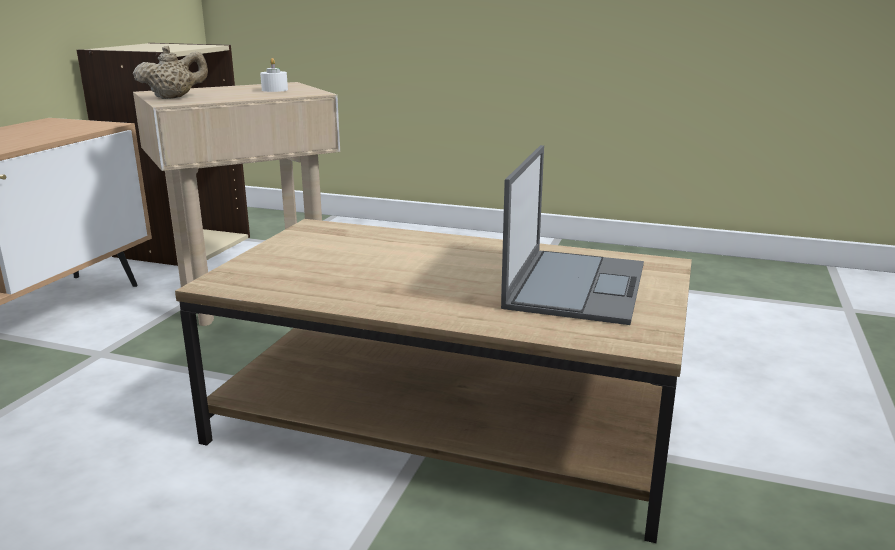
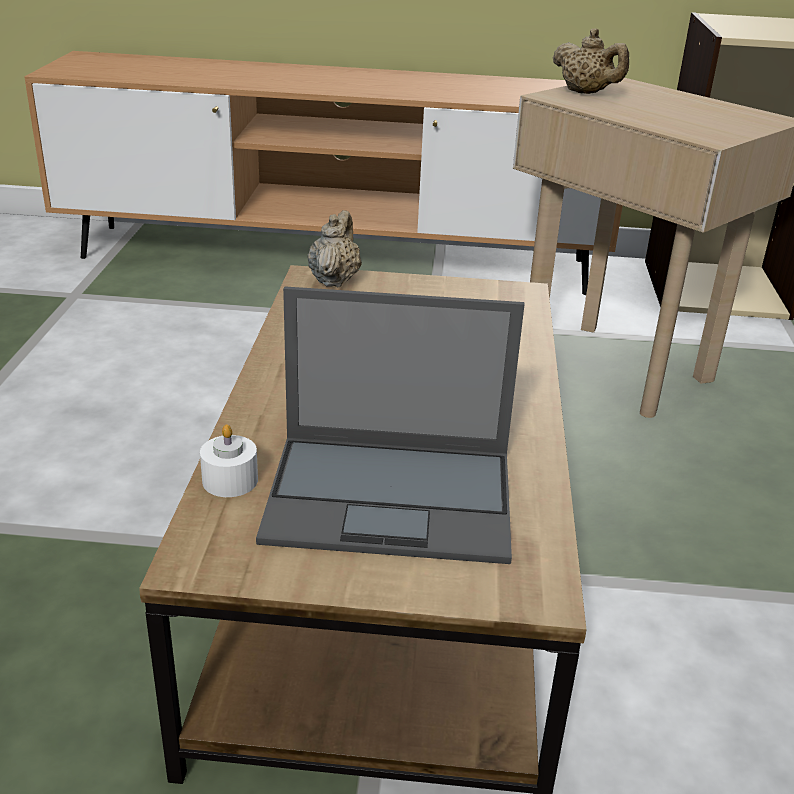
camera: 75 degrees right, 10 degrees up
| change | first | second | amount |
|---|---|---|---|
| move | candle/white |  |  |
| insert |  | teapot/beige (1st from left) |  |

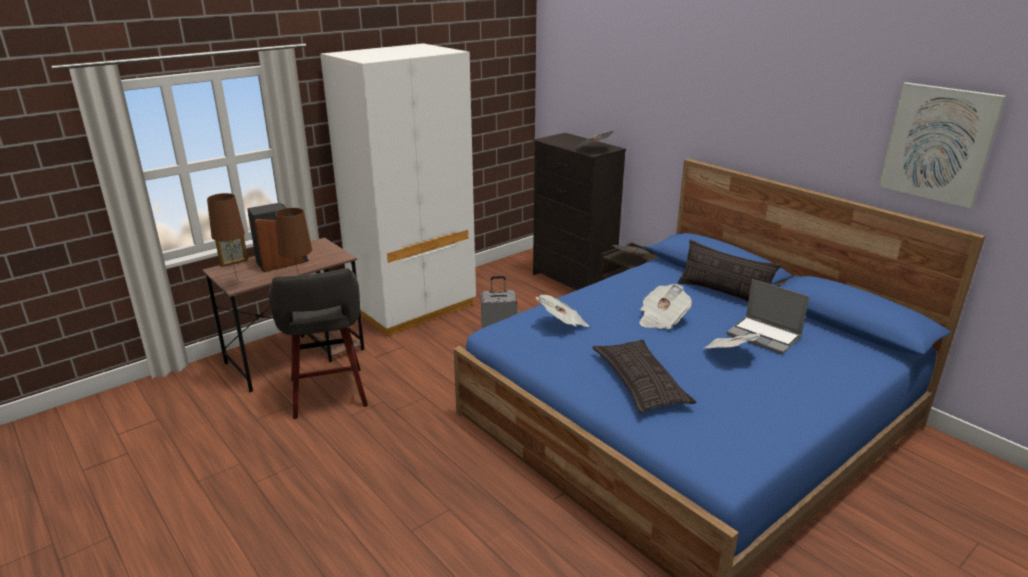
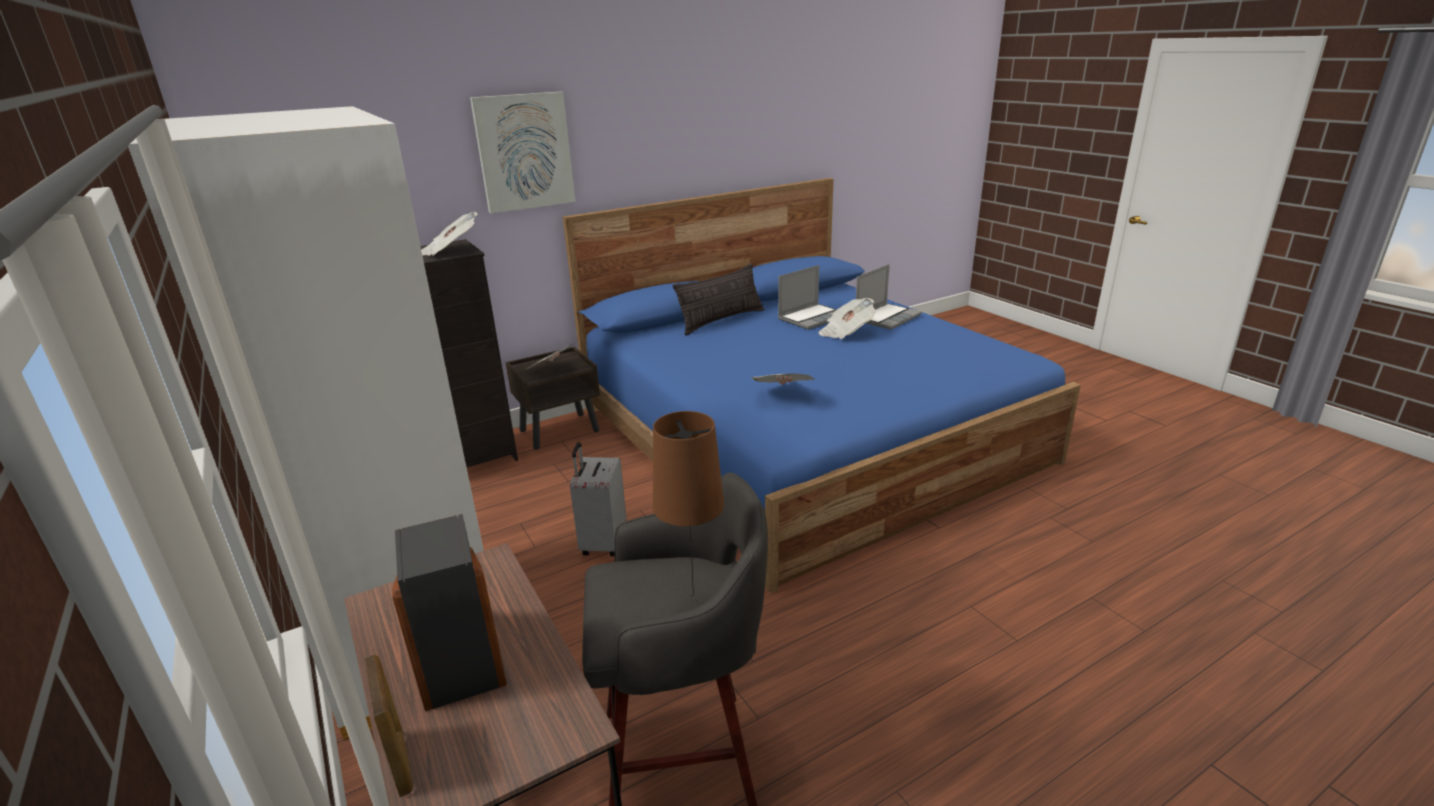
camera: 80 degrees left, 0 degrees up
| change | first | second | amount |
|---|---|---|---|
| move | picture |  |  |
| delete | table lamp/brown (1st from left) |  |  |
| delete | newspaper (4th from left) |  |  |
| delete | pillow (1st from left) |  |  |
| insert |  | laptop (2nd from left) |  |

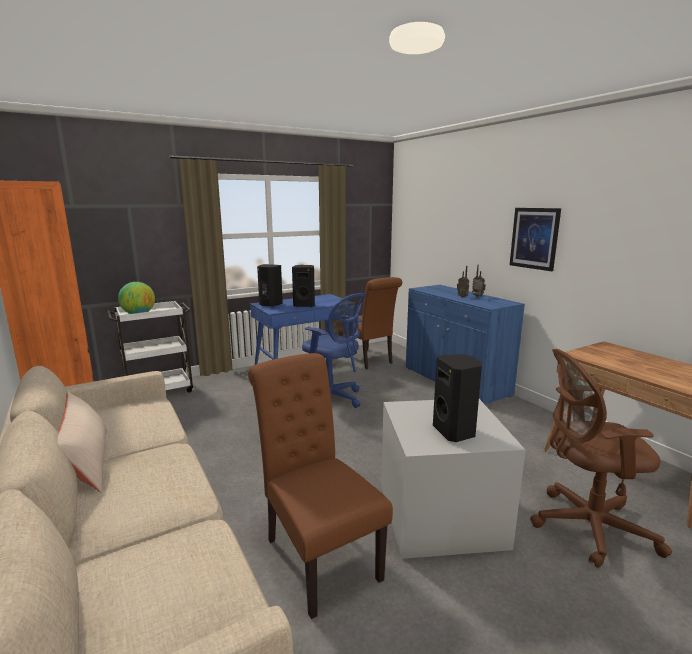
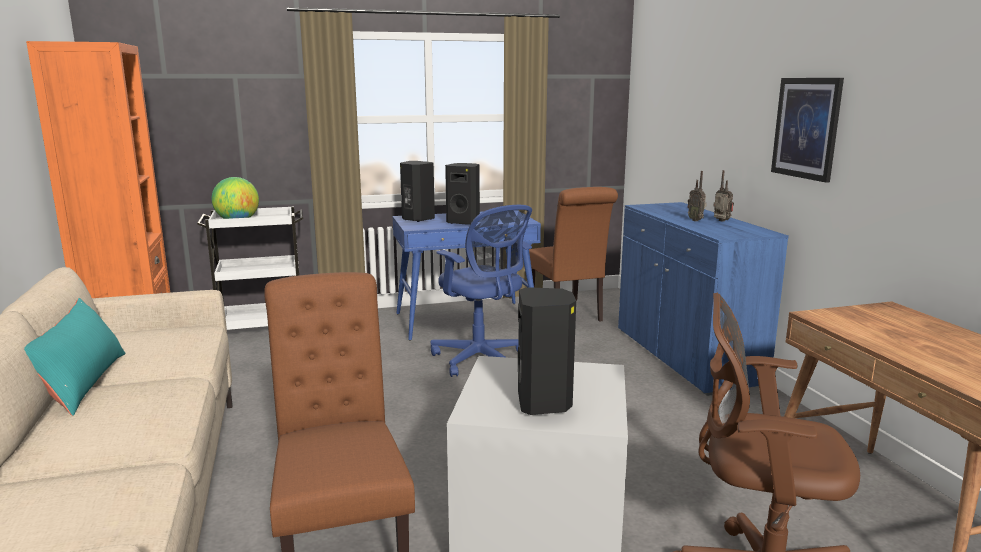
camera: 15 degrees right, 0 degrees up
| change | first | second | amount |
|---|---|---|---|
| recolor | pillow/beige | pillow/turquoise |  |

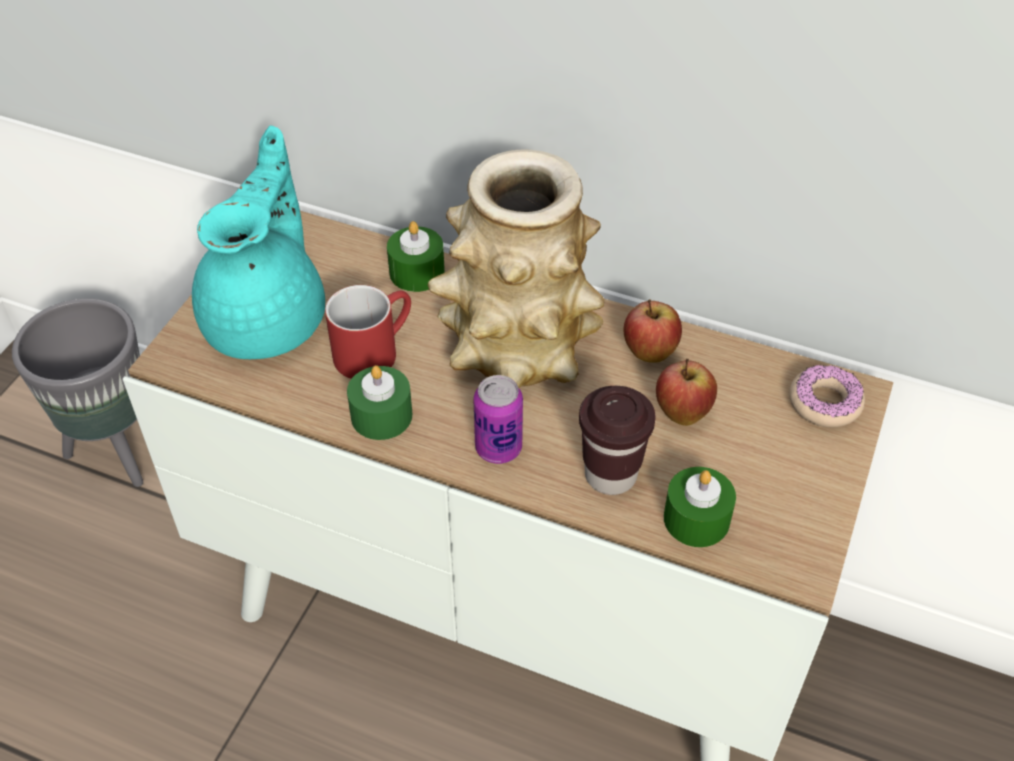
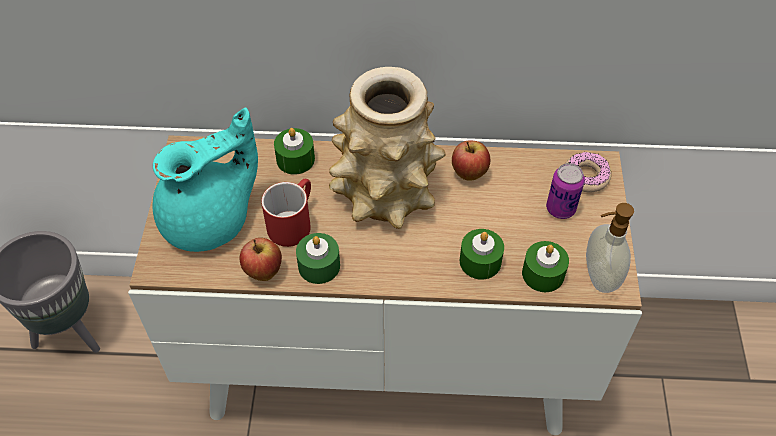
camera: 20 degrees left, 5 degrees up
| change | first | second | amount |
|---|---|---|---|
| rotate | teapot/turquoise |  | 60 degrees clockwise |
| move | apple (2nd from left in the first image) | apple (1st from left) |  |
| move | can |  |  |
| replace | cup/brown | candle/green (3rd from left) |  |
| insert |  | soap dispenser |  |

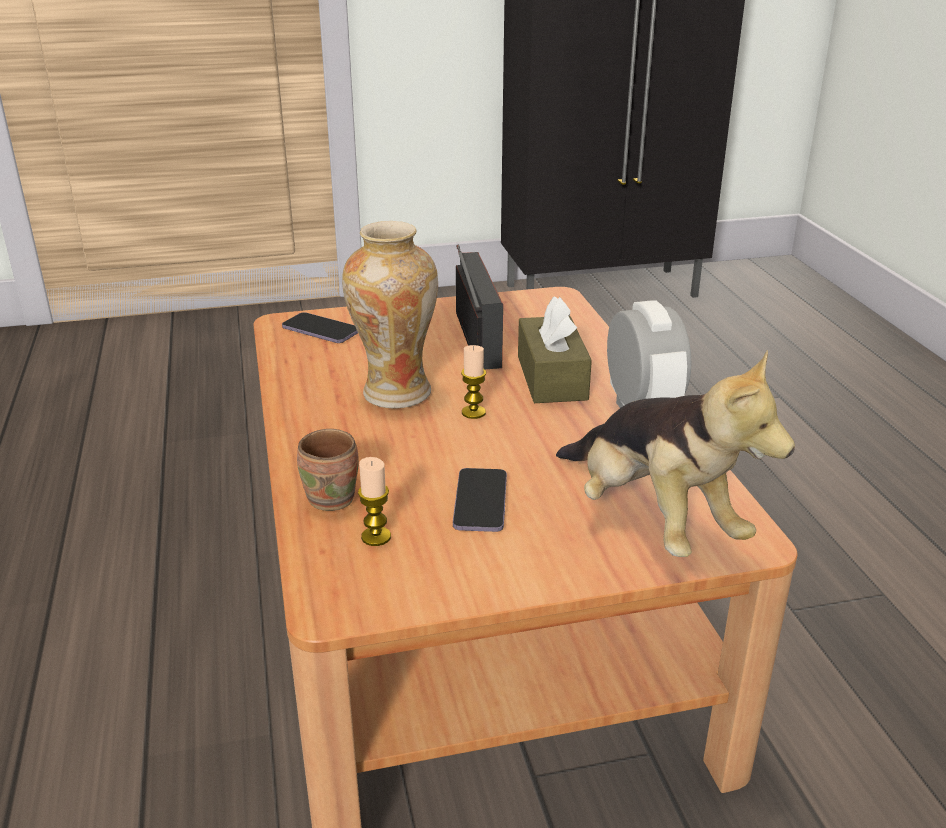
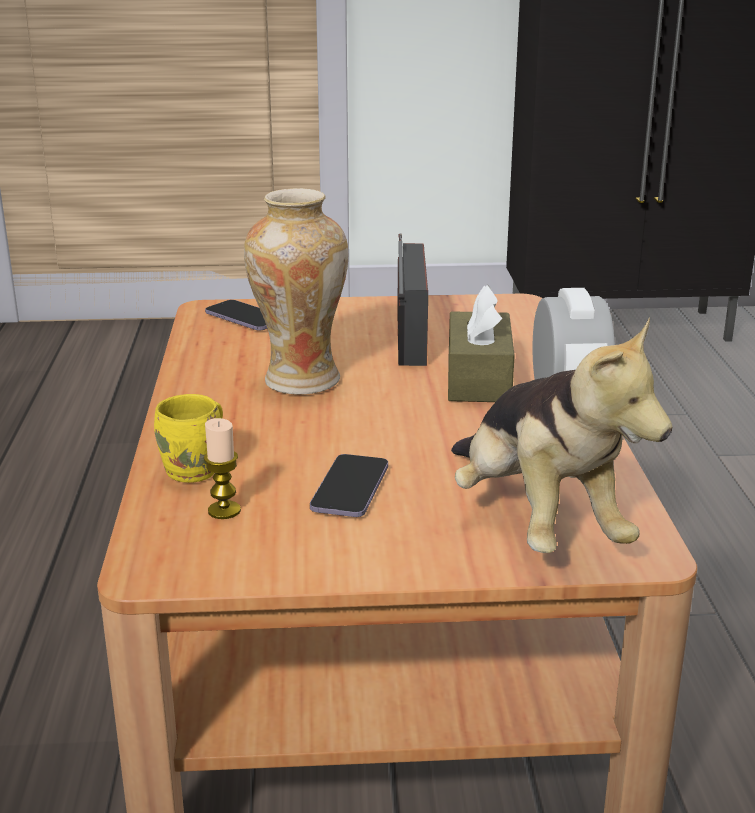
camera: 10 degrees right, 5 degrees down
| change | first | second | amount |
|---|---|---|---|
| delete | candle (2nd from left) |  |  |
| recolor | mug/brown | mug/yellow |  |

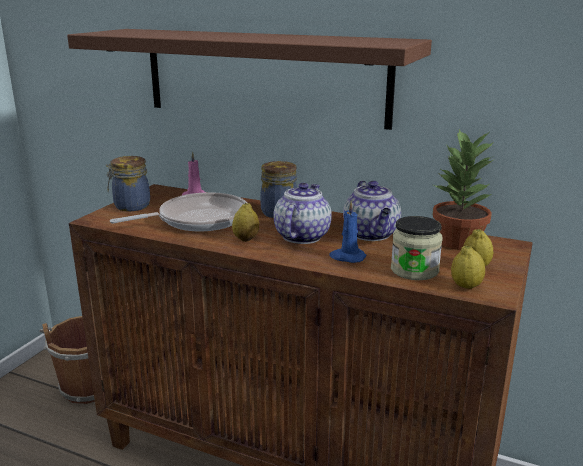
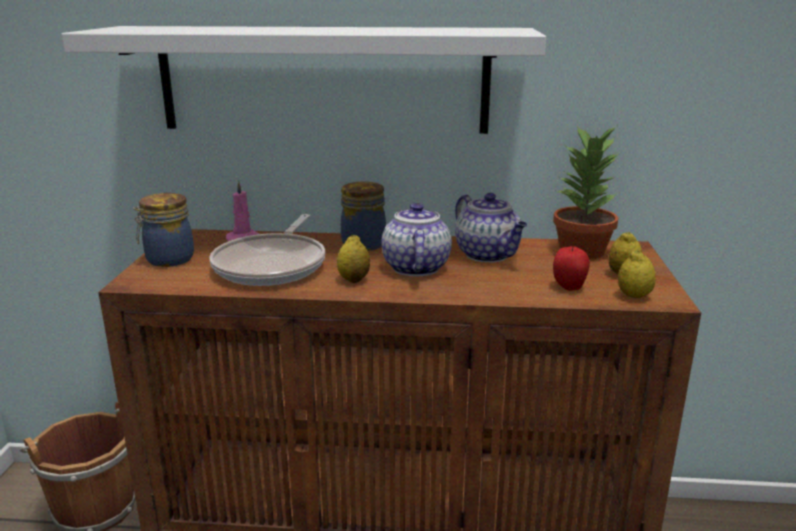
camera: 20 degrees left, 0 degrees up
| change | first | second | amount |
|---|---|---|---|
| recolor | shelf/brown | shelf/white |  |
| rotate | frying pan |  | 150 degrees clockwise |
| delete | candle/blue |  |  |
| replace | jar (3rd from left) | apple |  |

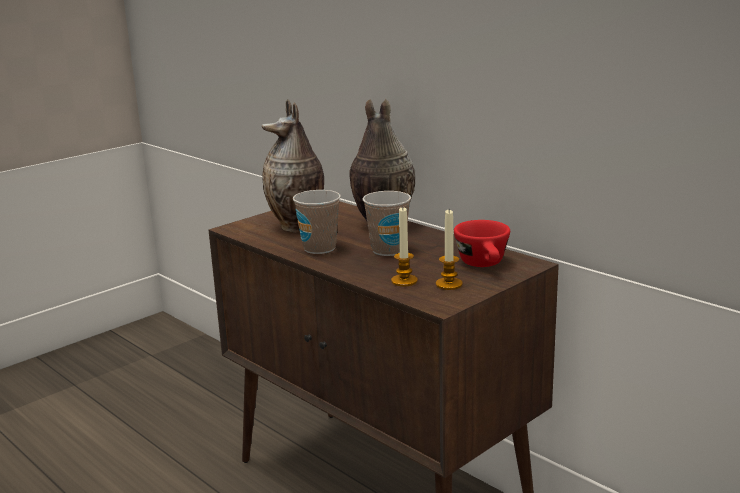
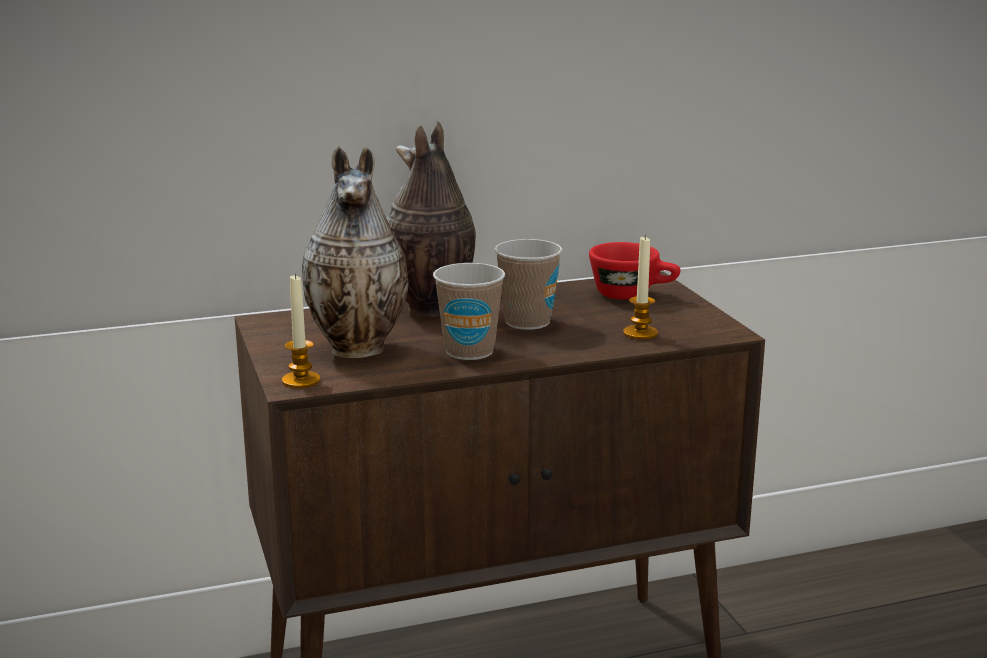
camera: 65 degrees left, 0 degrees up
| change | first | second | amount |
|---|---|---|---|
| move | candle (2nd from left in the first image) | candle (1st from left) |  |

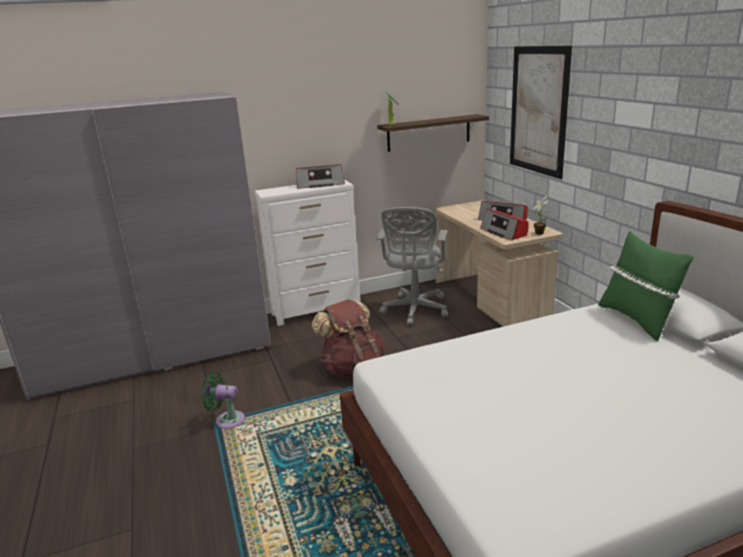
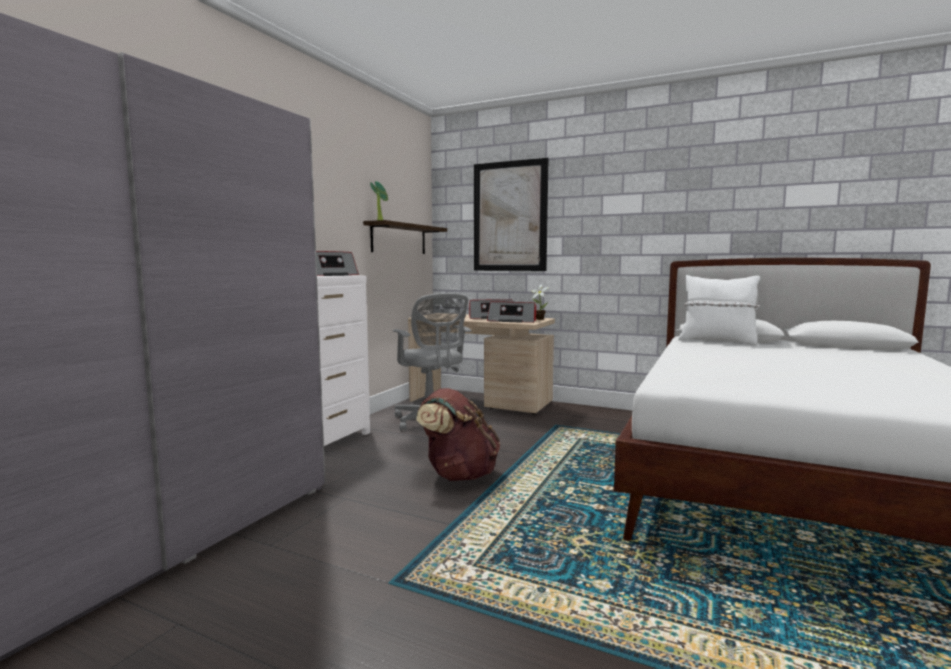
camera: 45 degrees left, 15 degrees down
| change | first | second | amount |
|---|---|---|---|
| recolor | pillow/green | pillow/white |  |
| delete | fan/green |  |  |

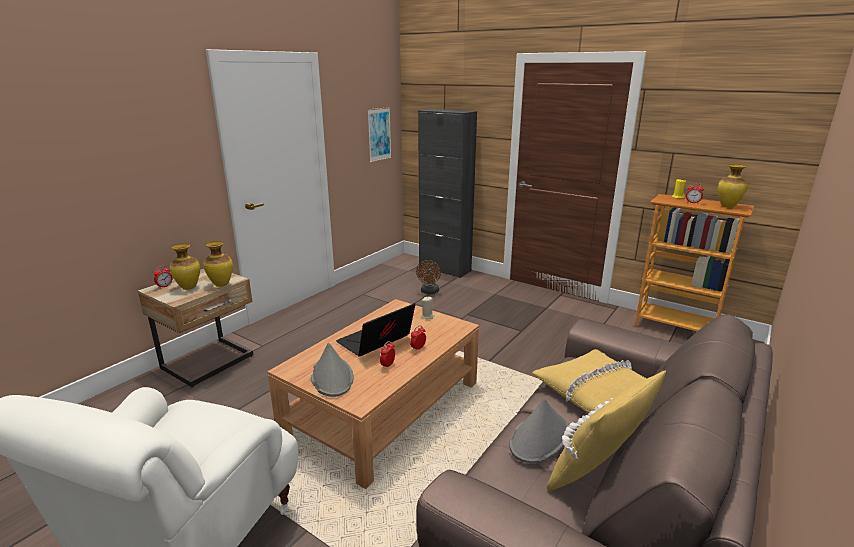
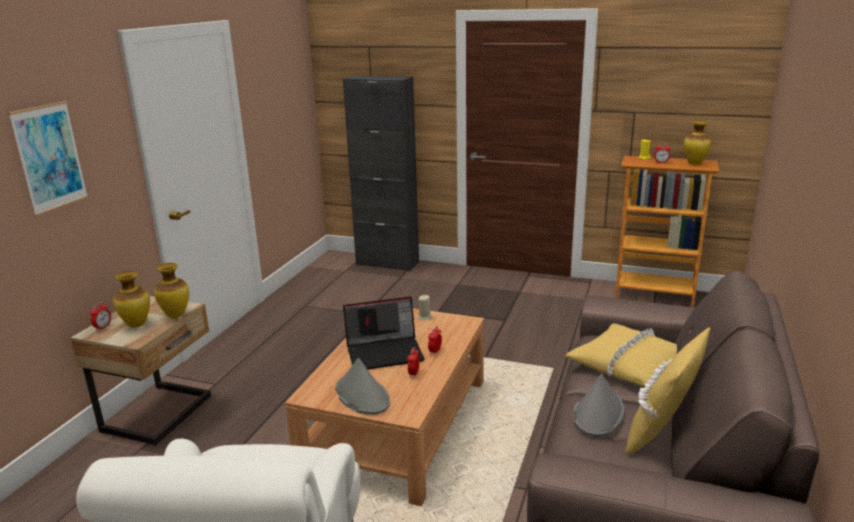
camera: 15 degrees left, 0 degrees up
| change | first | second | amount |
|---|---|---|---|
| move | picture |  |  |
| delete | fan/brown |  |  |
| rotate | laptop |  | 135 degrees counterclockwise |

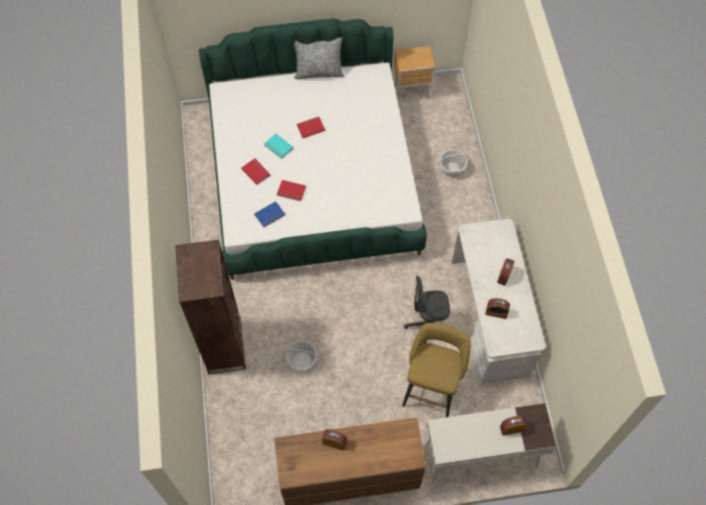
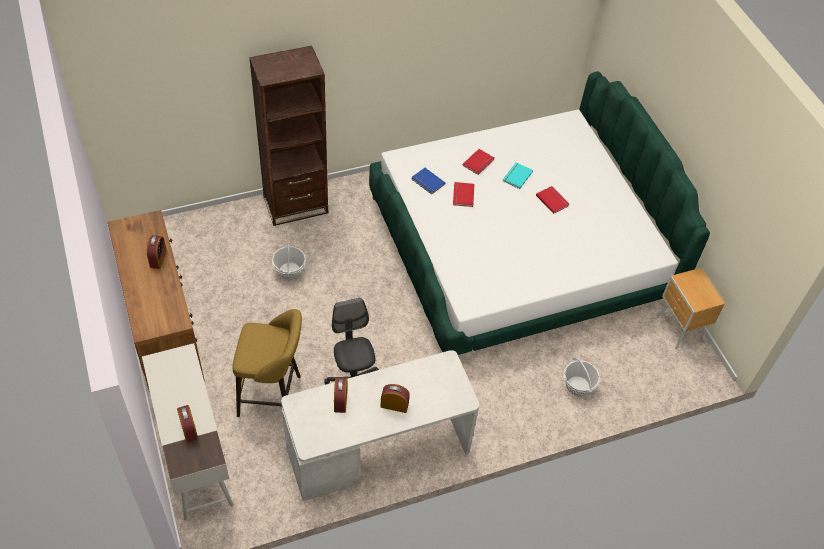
camera: 75 degrees right, 10 degrees down
| change | first | second | amount |
|---|---|---|---|
| delete | pillow |  |  |

